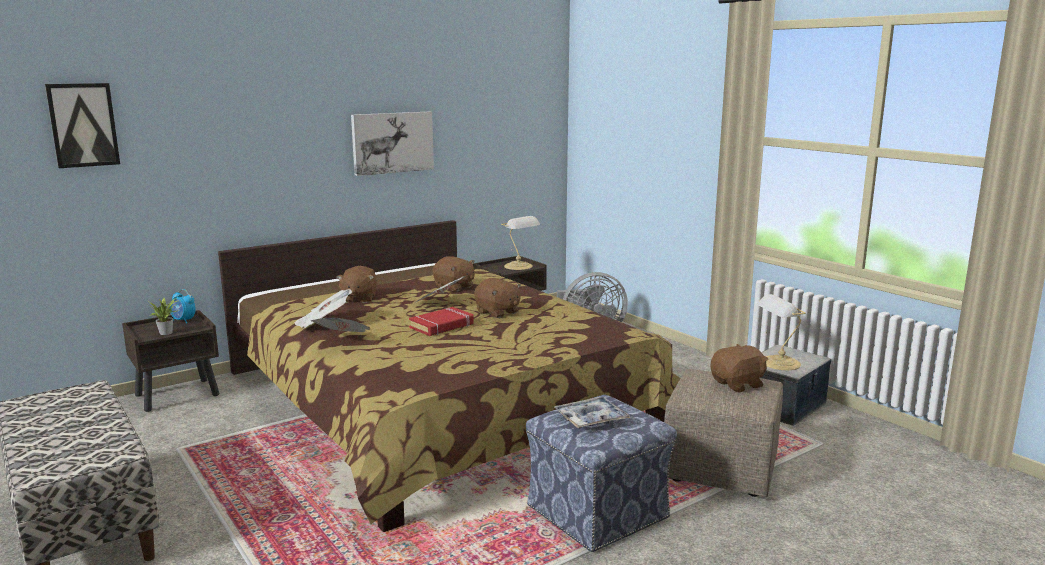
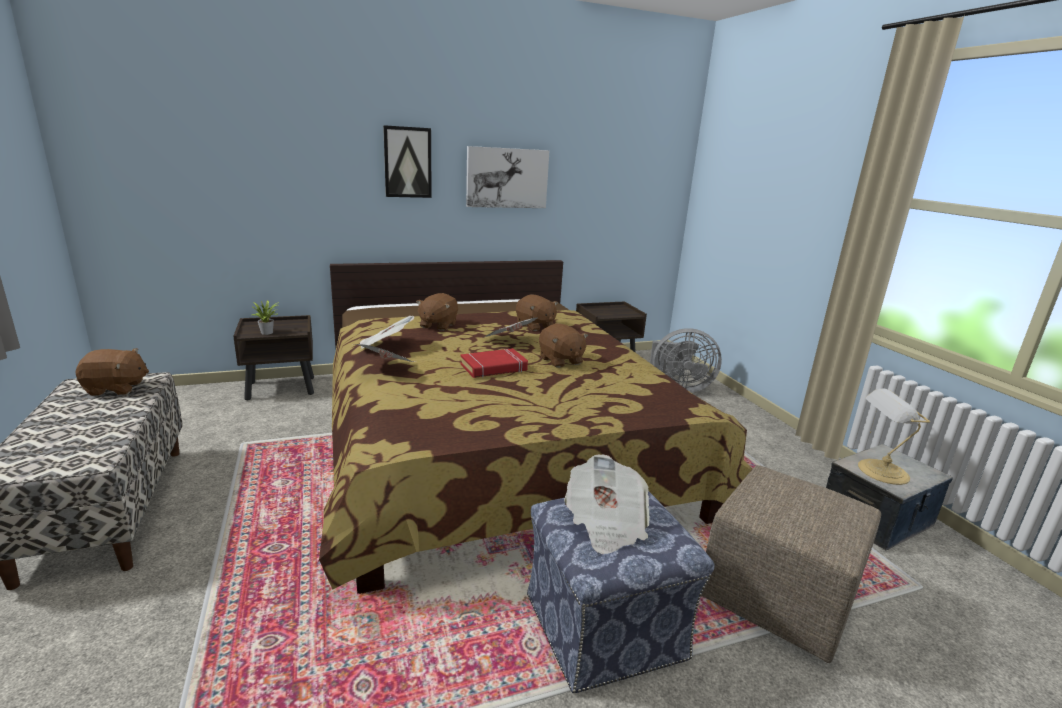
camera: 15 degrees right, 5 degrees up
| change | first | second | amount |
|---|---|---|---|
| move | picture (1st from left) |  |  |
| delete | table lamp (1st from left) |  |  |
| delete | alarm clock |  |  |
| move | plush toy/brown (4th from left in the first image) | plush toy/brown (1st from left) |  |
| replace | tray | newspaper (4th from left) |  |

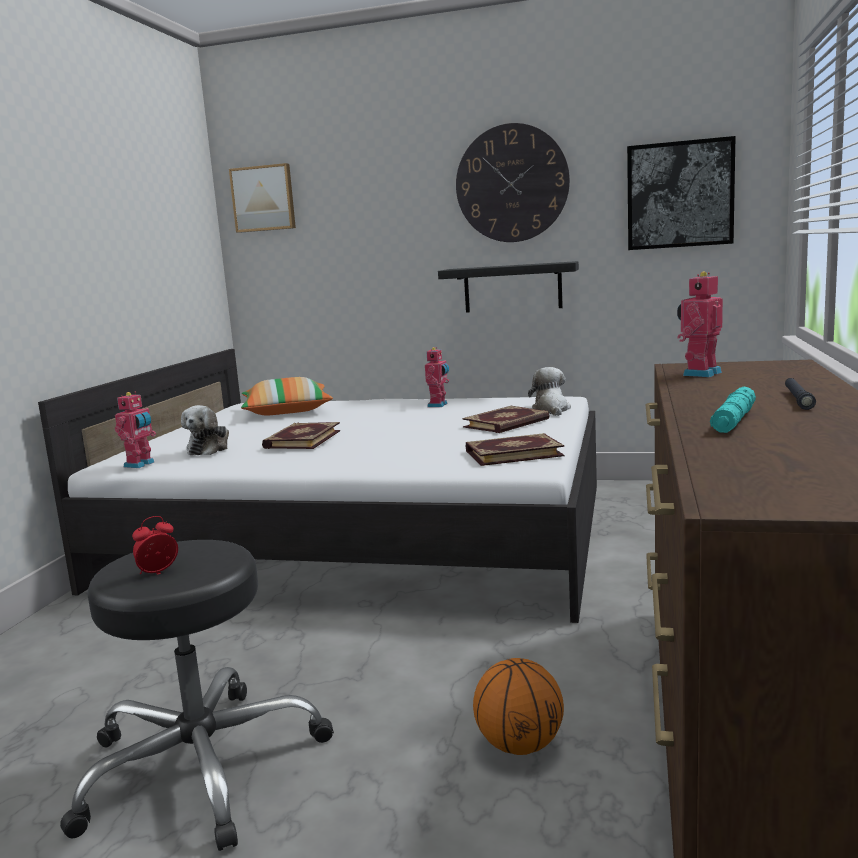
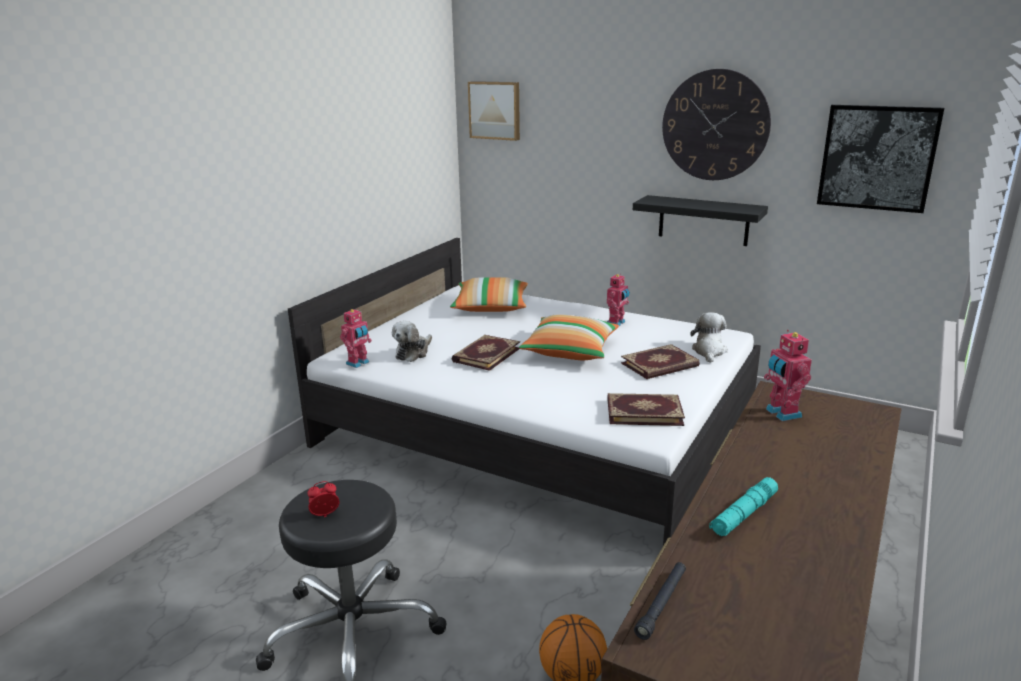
camera: 15 degrees right, 10 degrees up
| change | first | second | amount |
|---|---|---|---|
| rotate | toy robot (3rd from left) |  | 75 degrees counterclockwise |
| move | flashlight/black |  |  |
| insert |  | pillow (2nd from left) |  |

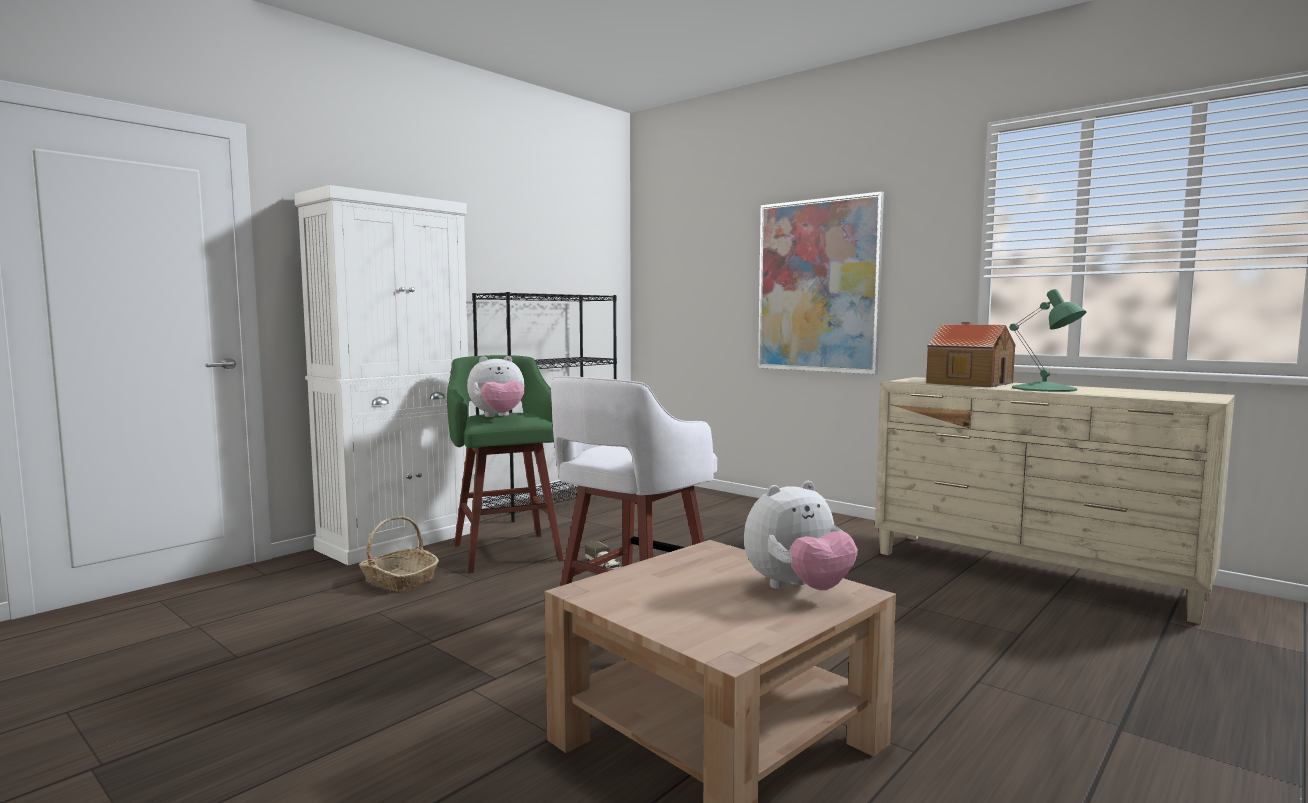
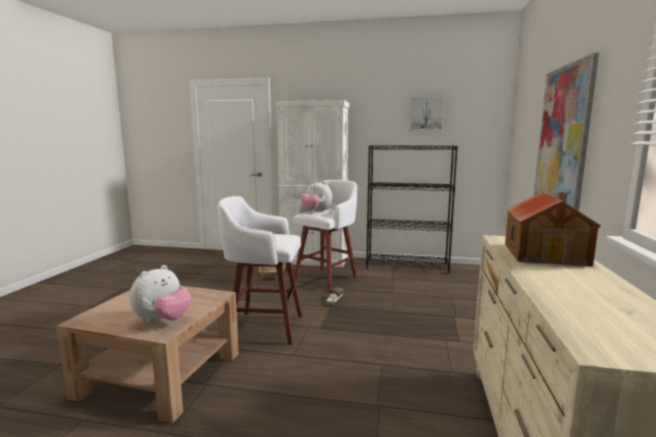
camera: 60 degrees right, 5 degrees up
| change | first | second | amount |
|---|---|---|---|
| delete | table lamp/green |  |  |
| recolor | stool/green | stool/white (2nd from left) |  |
| rotate | plush toy (2nd from left in the first image) | plush toy (1st from left) | 90 degrees counterclockwise |
| insert |  | picture (1st from left) |  |

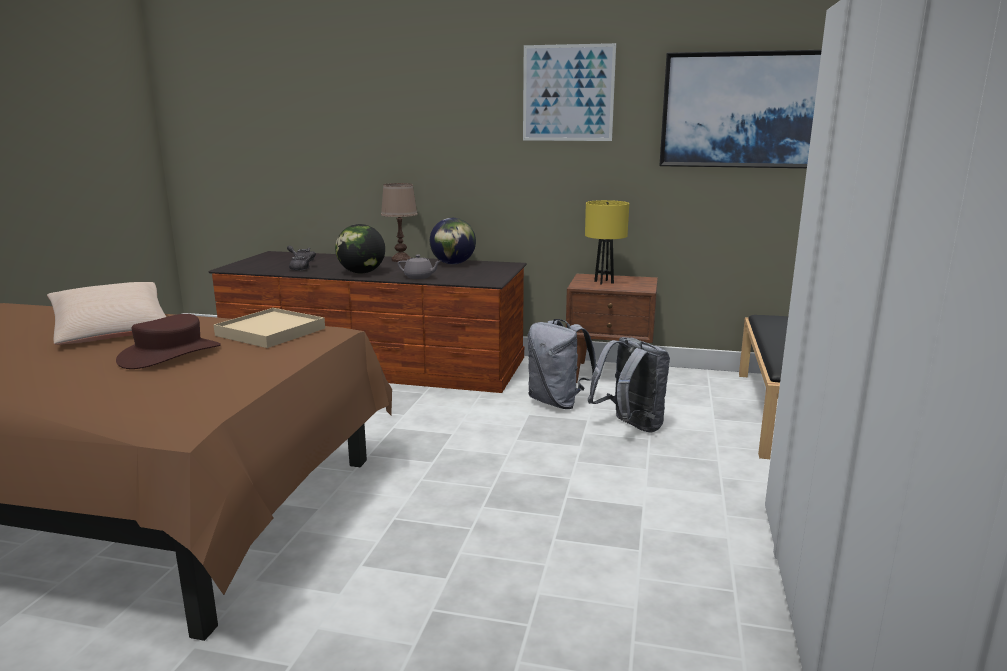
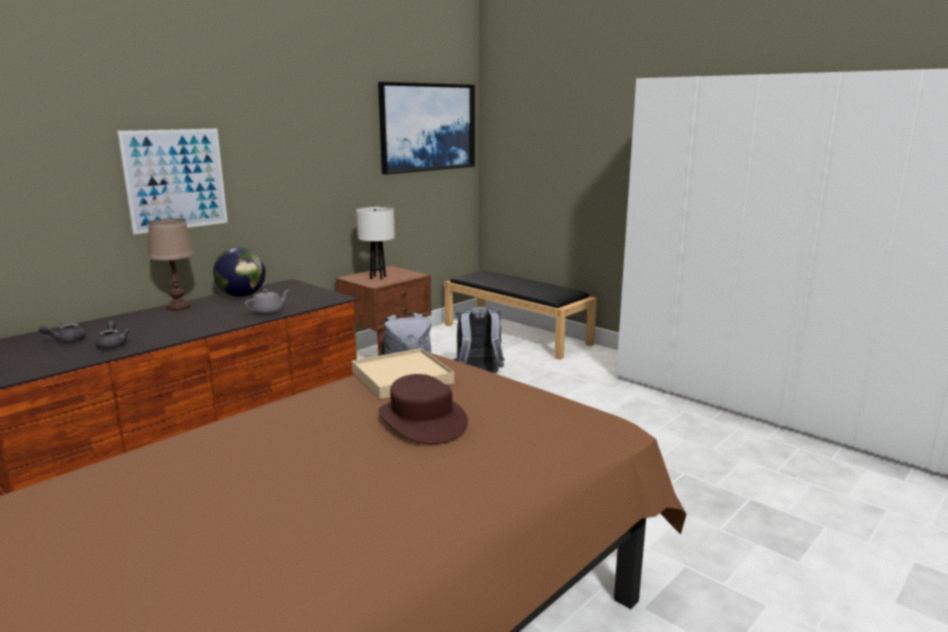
camera: 60 degrees left, 0 degrees up
| change | first | second | amount |
|---|---|---|---|
| move | picture (1st from left) |  |  |
| recolor | table lamp/yellow | table lamp/white |  |
| delete | globe (1st from left) |  |  |
| delete | pillow/beige |  |  |

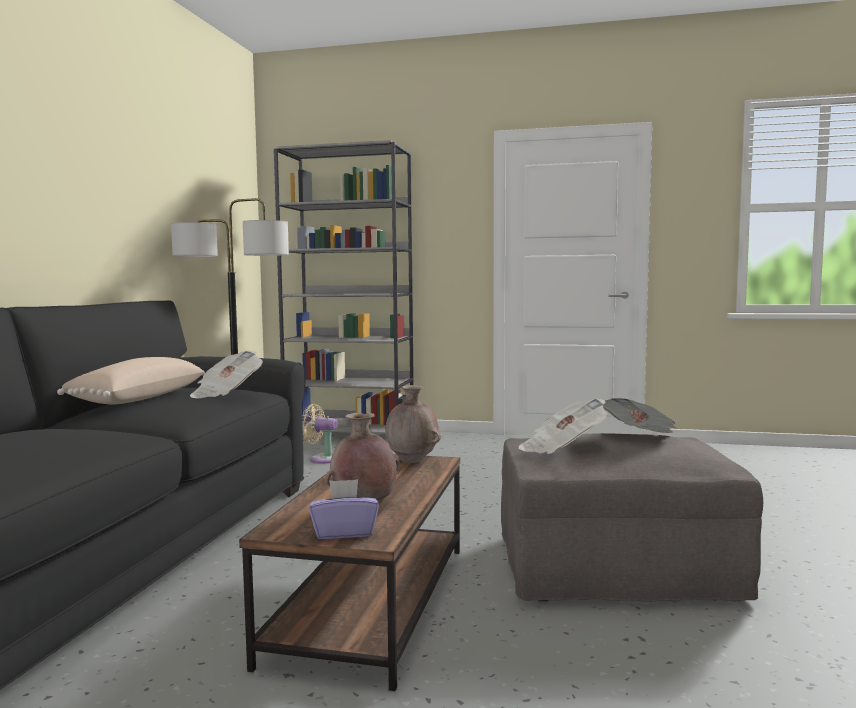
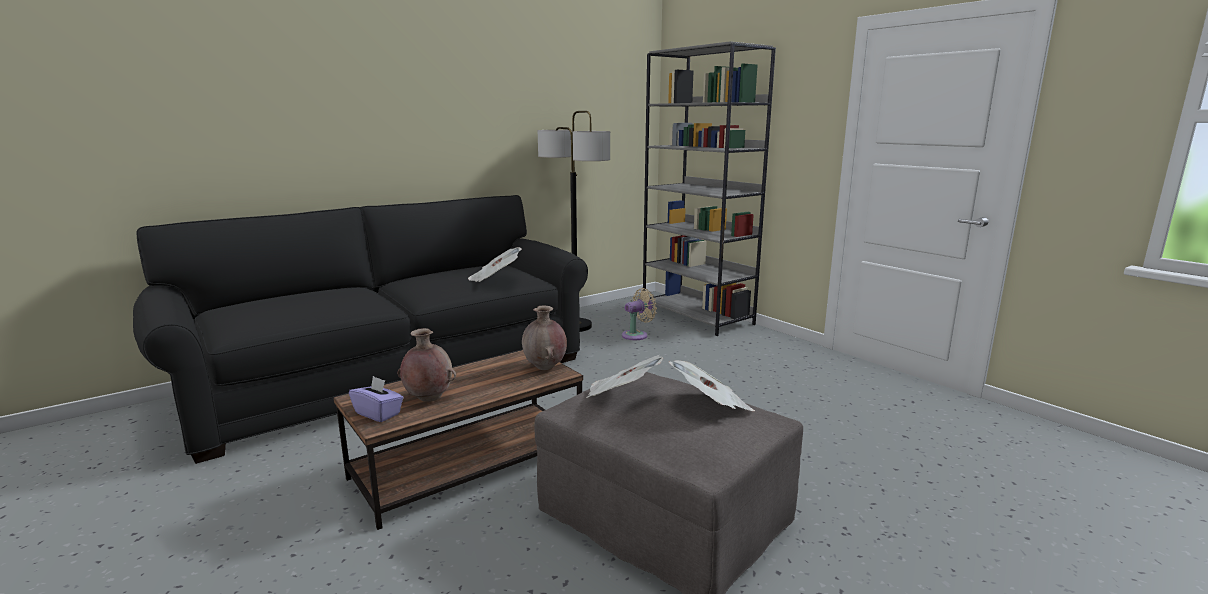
camera: 40 degrees right, 10 degrees up
| change | first | second | amount |
|---|---|---|---|
| delete | pillow/beige |  |  |
| rotate | fan/beige |  | 90 degrees clockwise |

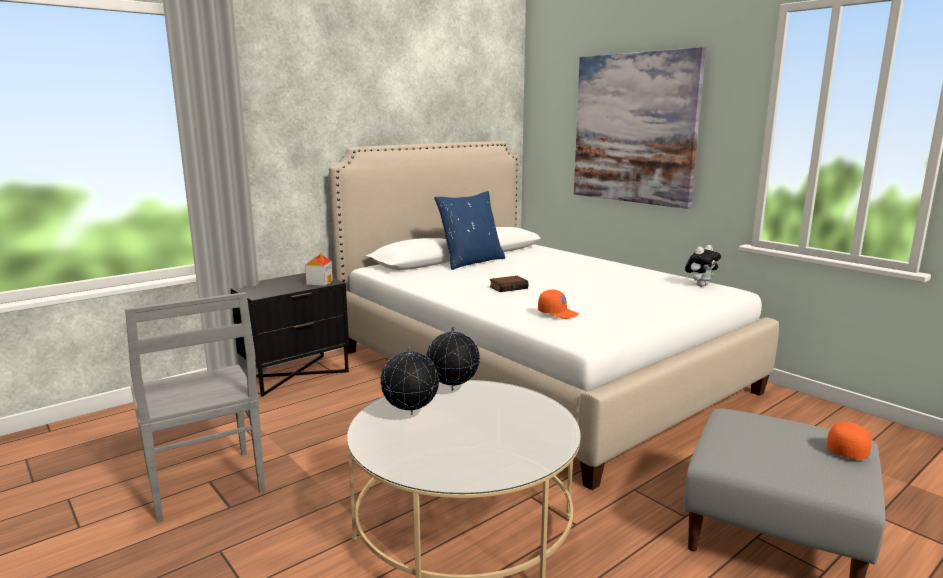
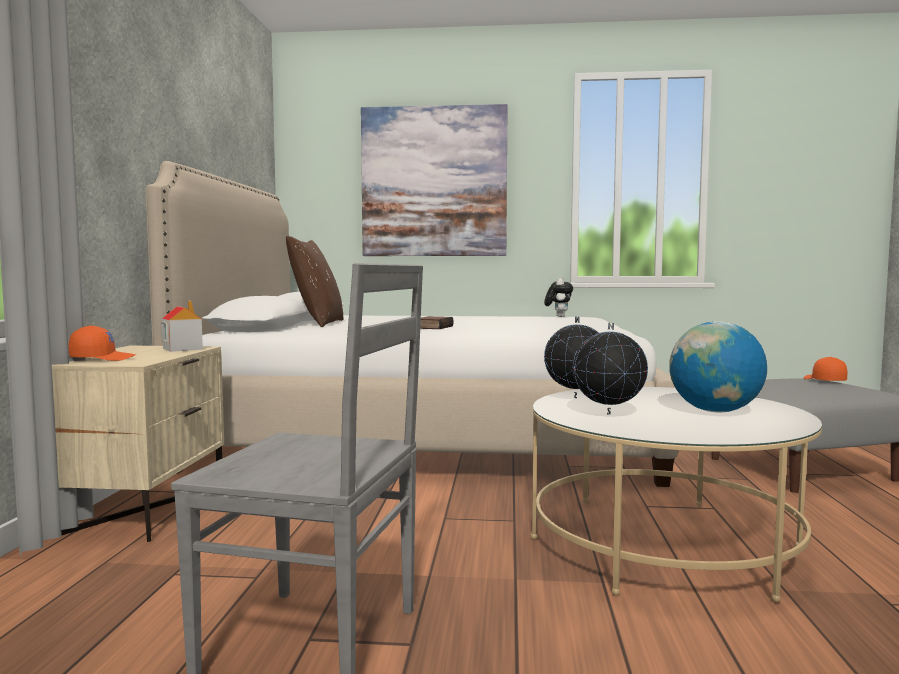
camera: 45 degrees left, 10 degrees down
| change | first | second | amount |
|---|---|---|---|
| recolor | pillow/blue | pillow/brown |  |
| recolor | nightstand/black | nightstand/beige |  |
| move | cap/orange (1st from left) |  |  |
| insert |  | globe (3rd from left) |  |

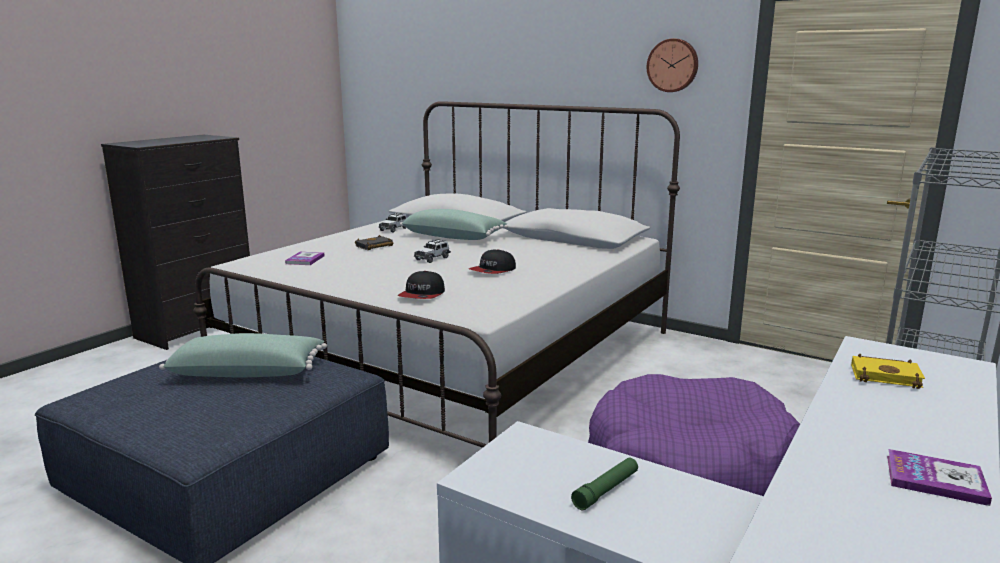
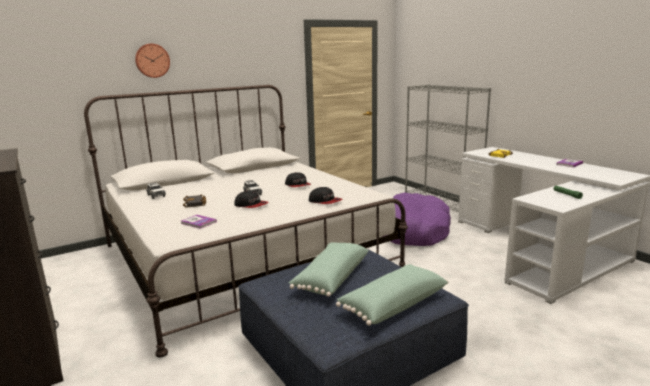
camera: 65 degrees left, 0 degrees up
| change | first | second | amount |
|---|---|---|---|
| move | wall clock |  |  |
| move | pillow/green (2nd from left) |  |  |
| insert |  | cap (1st from left) |  |

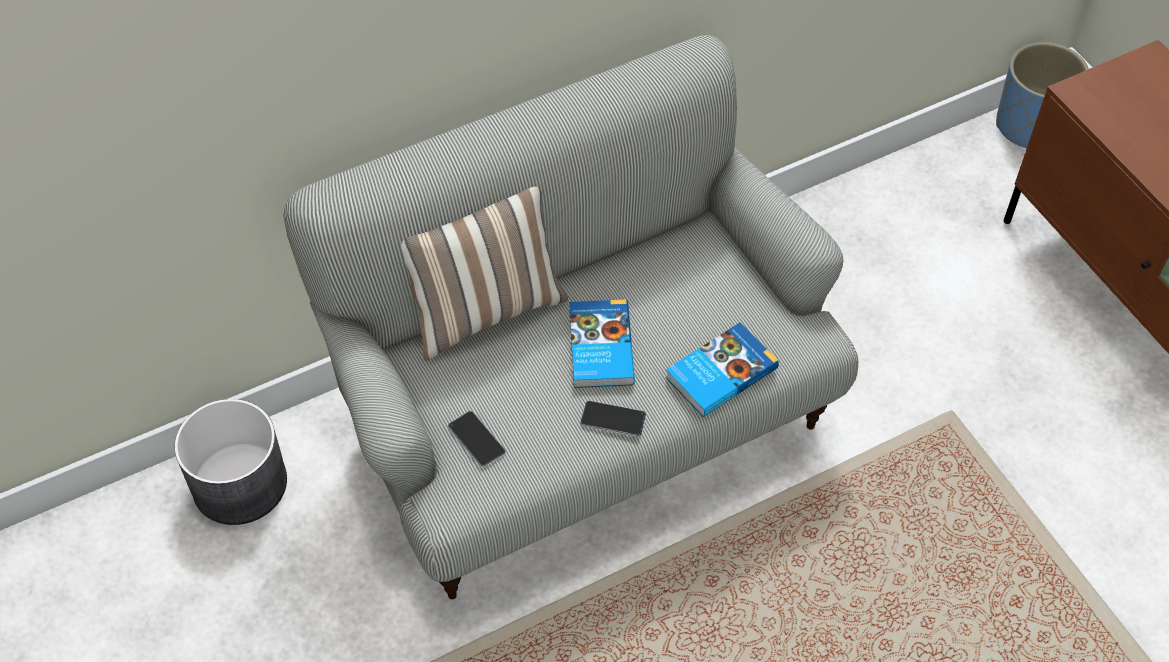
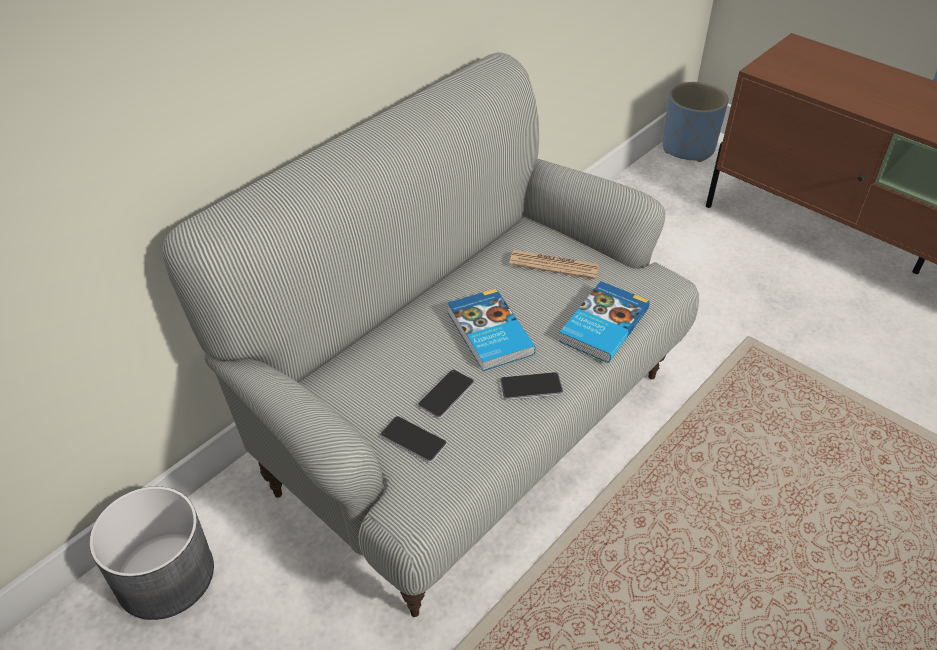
camera: 20 degrees left, 10 degrees down
| change | first | second | amount |
|---|---|---|---|
| delete | pillow |  |  |
| insert |  | newspaper |  |
| insert |  | phone (2nd from left) |  |

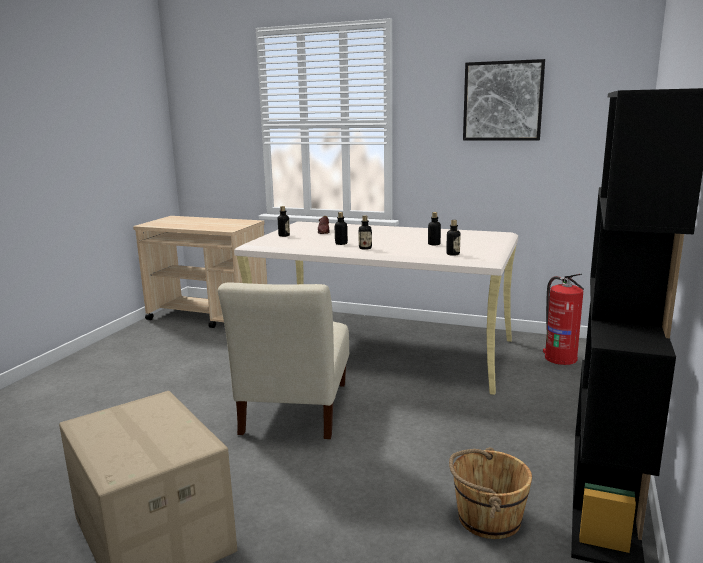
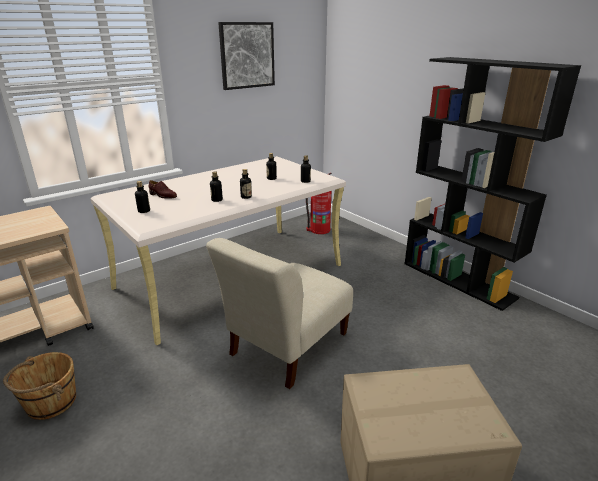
camera: 60 degrees left, 10 degrees up
| change | first | second | amount |
|---|---|---|---|
| rotate | chair/beige |  | 90 degrees clockwise |
| move | bucket/brown |  |  |

